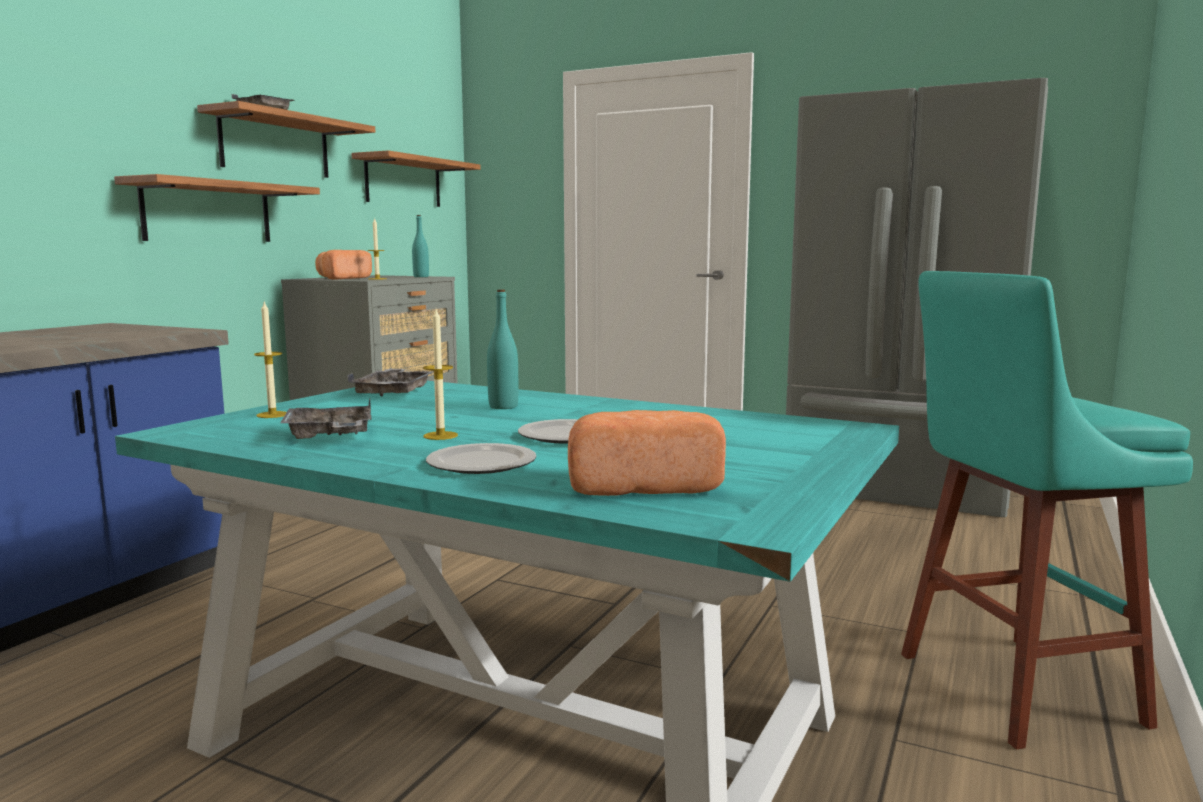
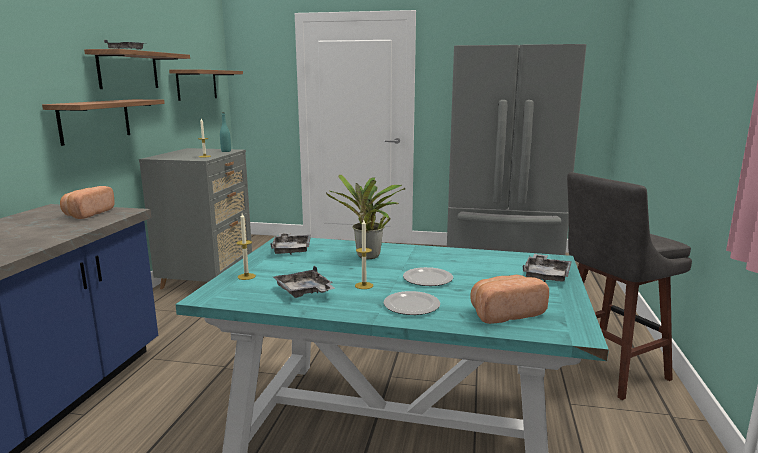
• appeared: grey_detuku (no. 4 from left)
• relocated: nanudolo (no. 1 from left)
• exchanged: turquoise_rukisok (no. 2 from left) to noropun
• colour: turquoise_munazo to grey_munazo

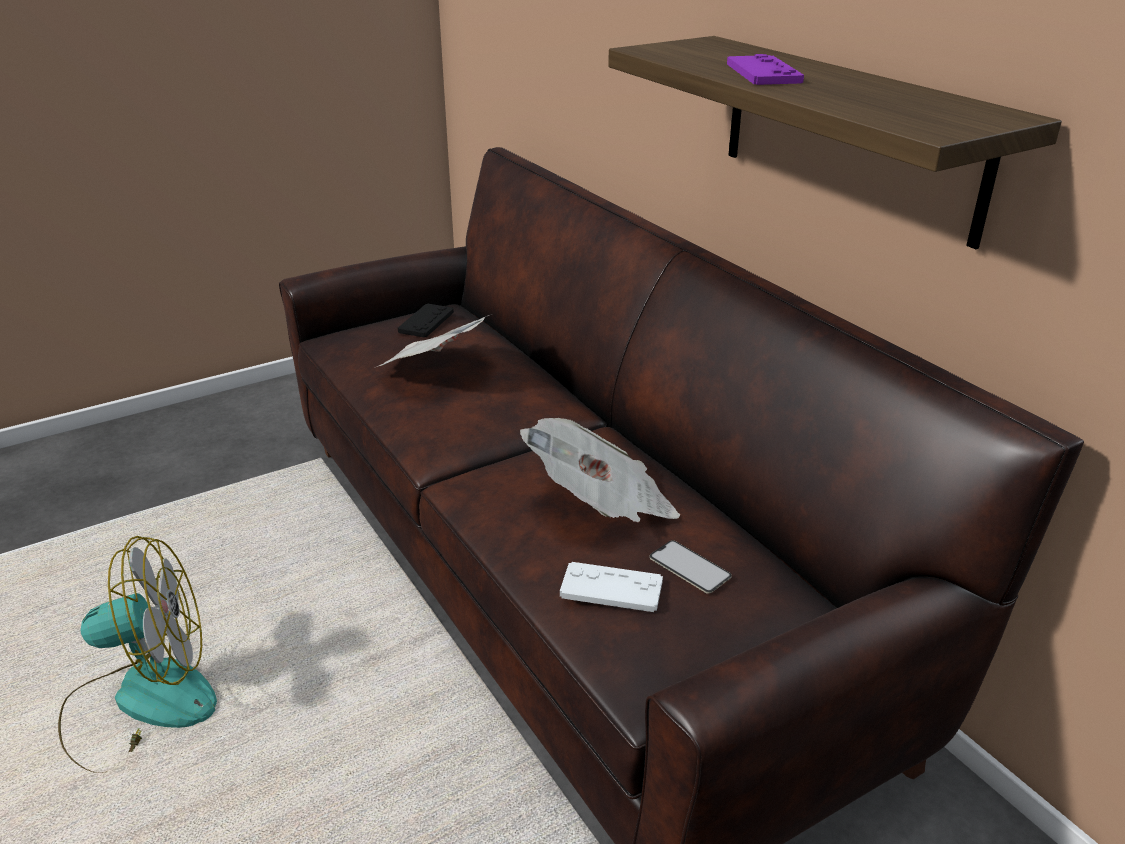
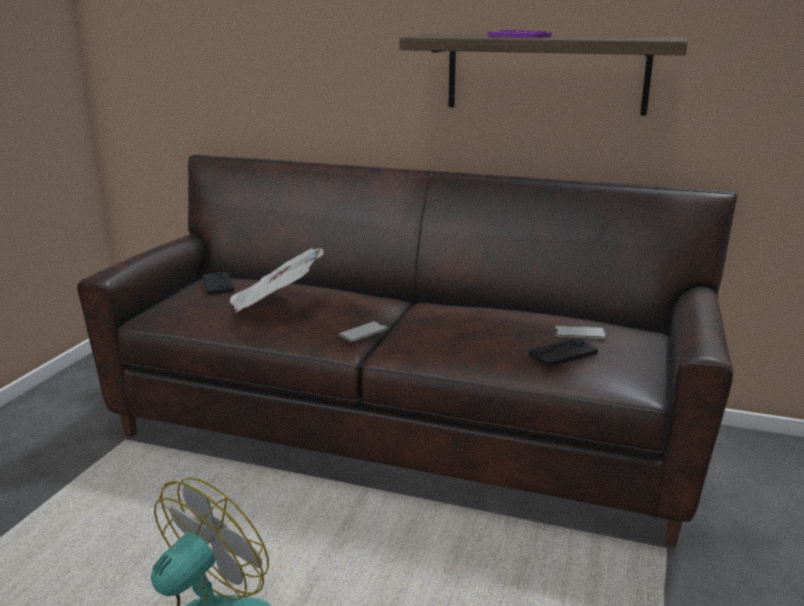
• missing: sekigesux (no. 2 from left)
• appeared: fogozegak (no. 1 from left)
• colour: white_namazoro to black_namazoro (no. 2 from left)

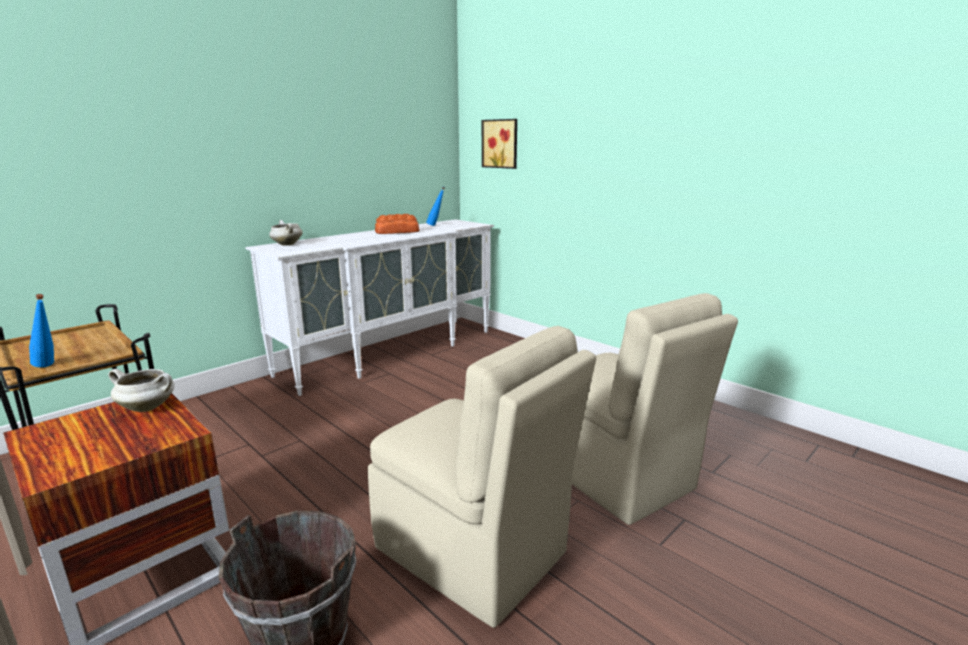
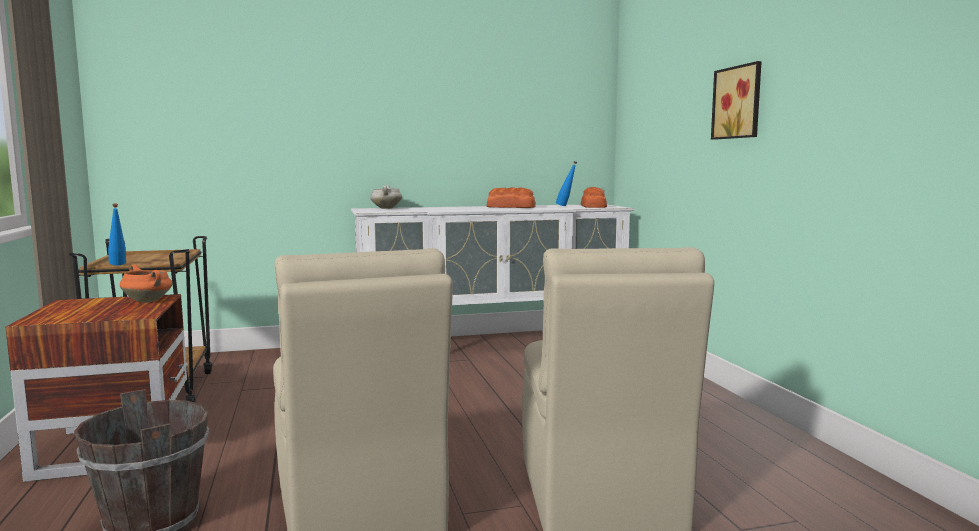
• appeared: nanudolo (no. 2 from left)
• relocated: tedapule
• colour: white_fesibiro (no. 1 from left) to orange_fesibiro

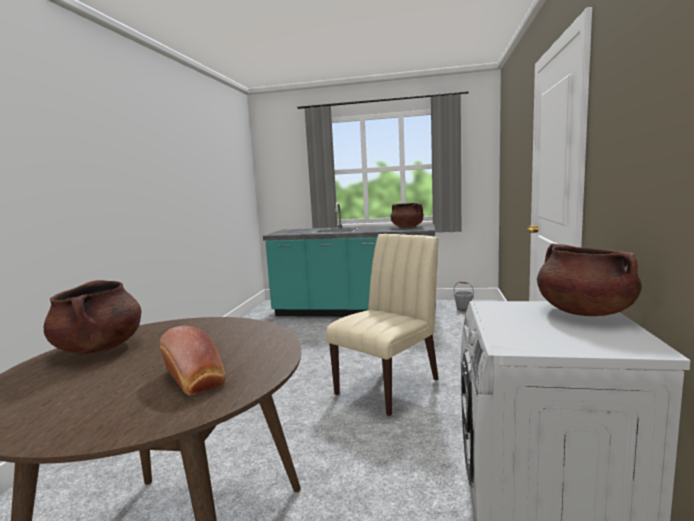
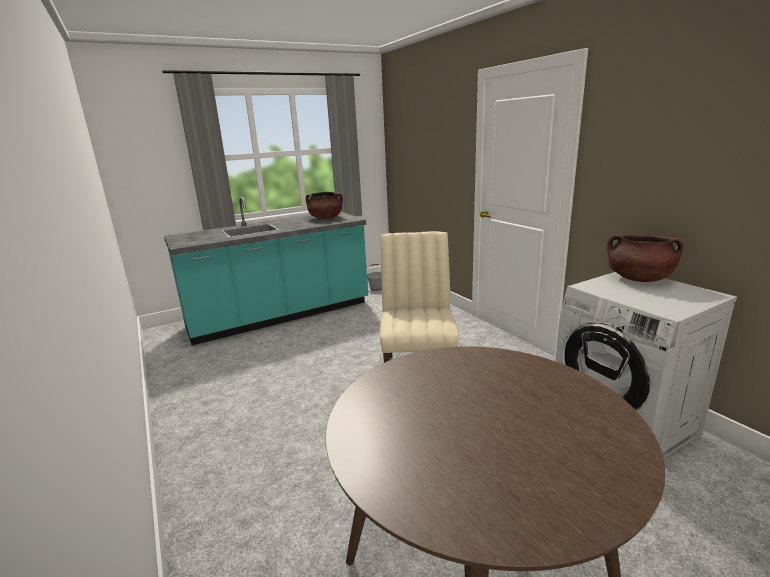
• missing: brown_fesibiro (no. 1 from left)
• missing: nanudolo

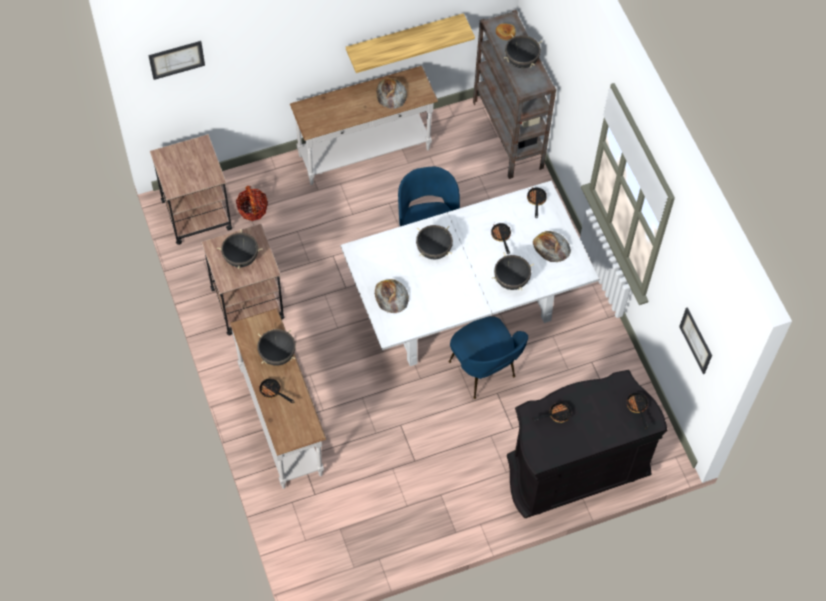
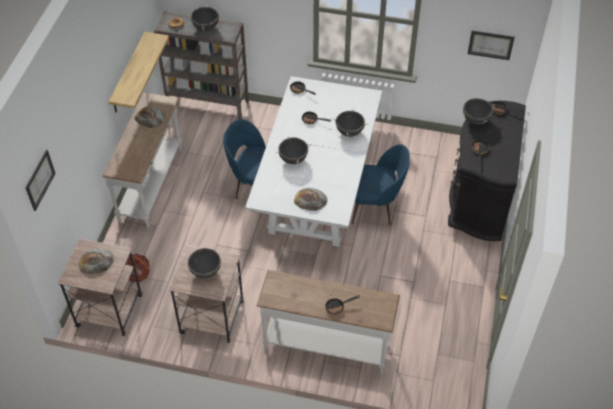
• relocated: black_fesibiro (no. 2 from left in the first image) to black_fesibiro (no. 5 from left)
• relocated: nanudolo (no. 4 from left in the first image) to nanudolo (no. 1 from left)

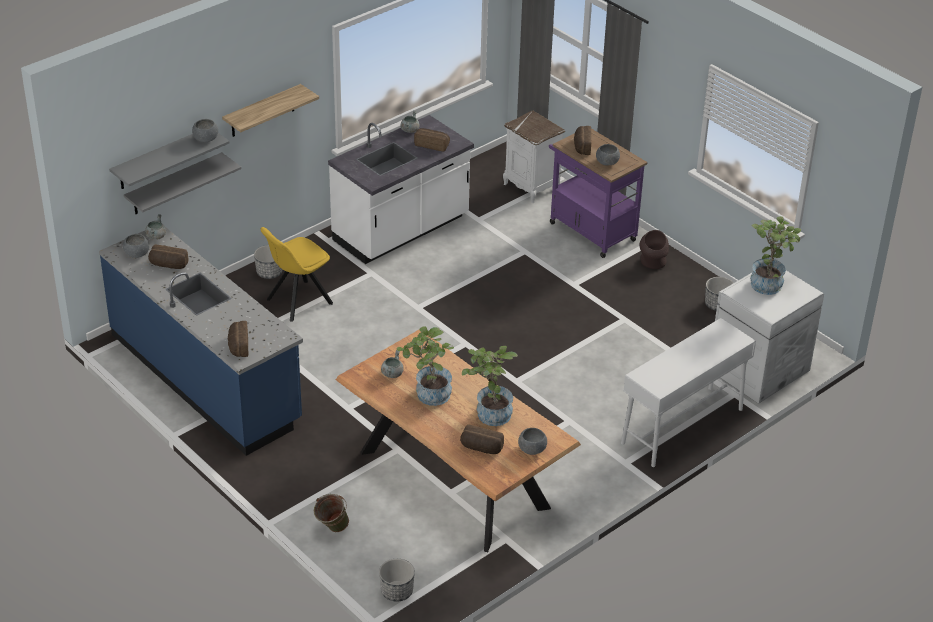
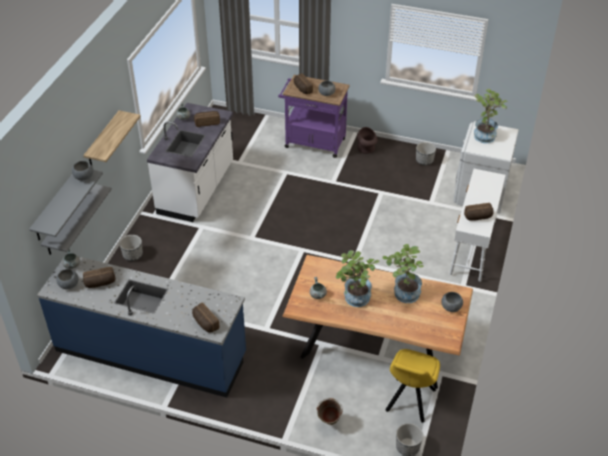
• missing: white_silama
• relocated: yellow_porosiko
• relocated: nanudolo (no. 4 from left in the first image) to nanudolo (no. 5 from left)

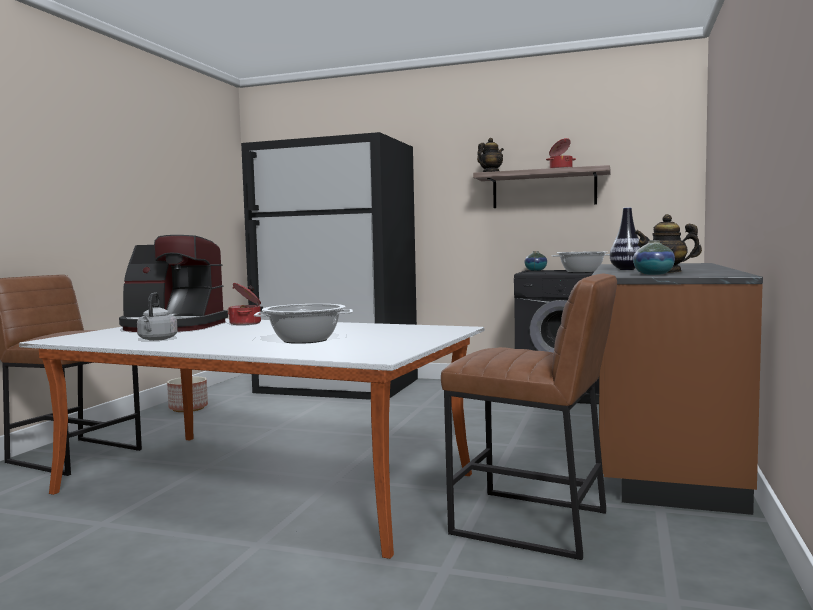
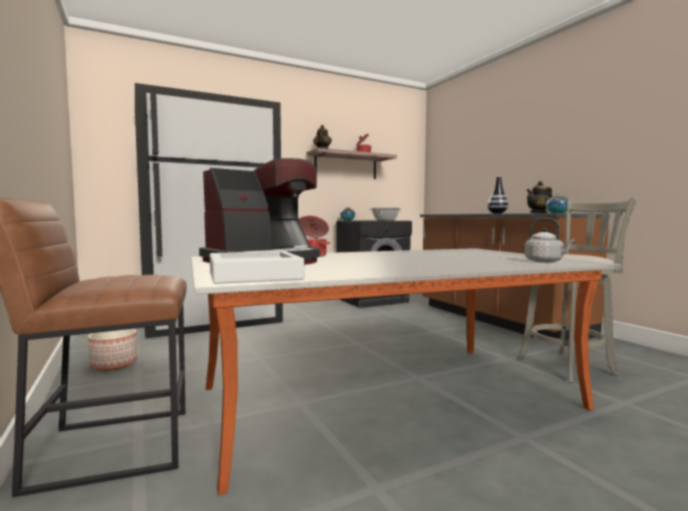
• missing: fesibiro (no. 2 from left)
• appeared: grey_detuku
• relocated: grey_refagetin
• exchanged: brown_porosiko (no. 2 from left) to grey_munazo

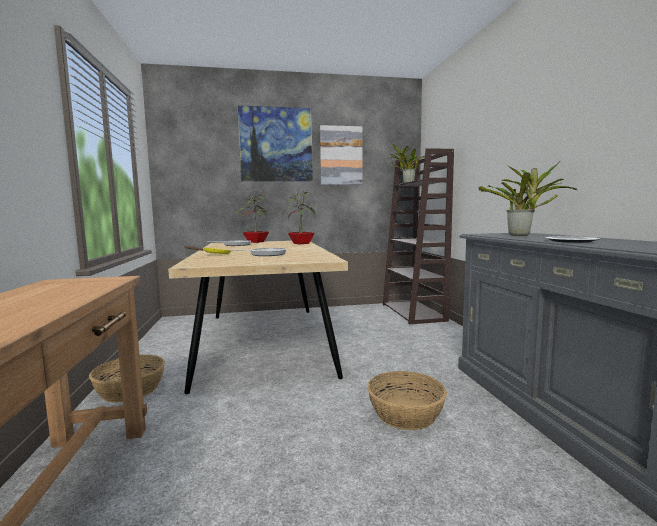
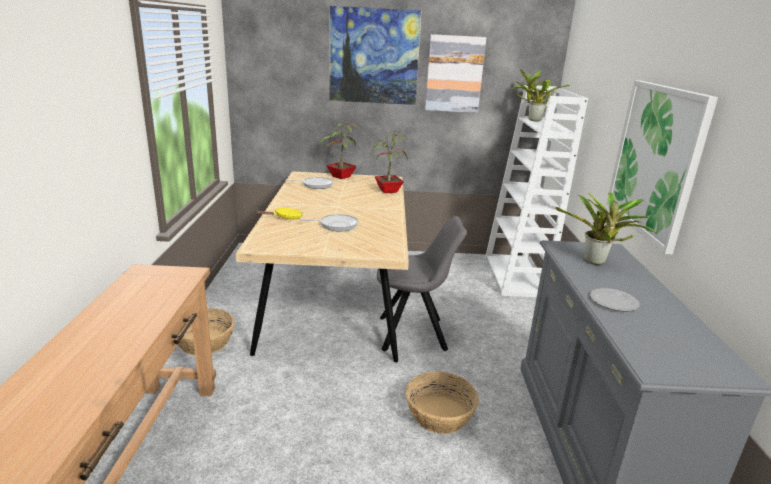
• appeared: grey_porosiko
• appeared: tedapule (no. 3 from left)
• colour: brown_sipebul to white_sipebul

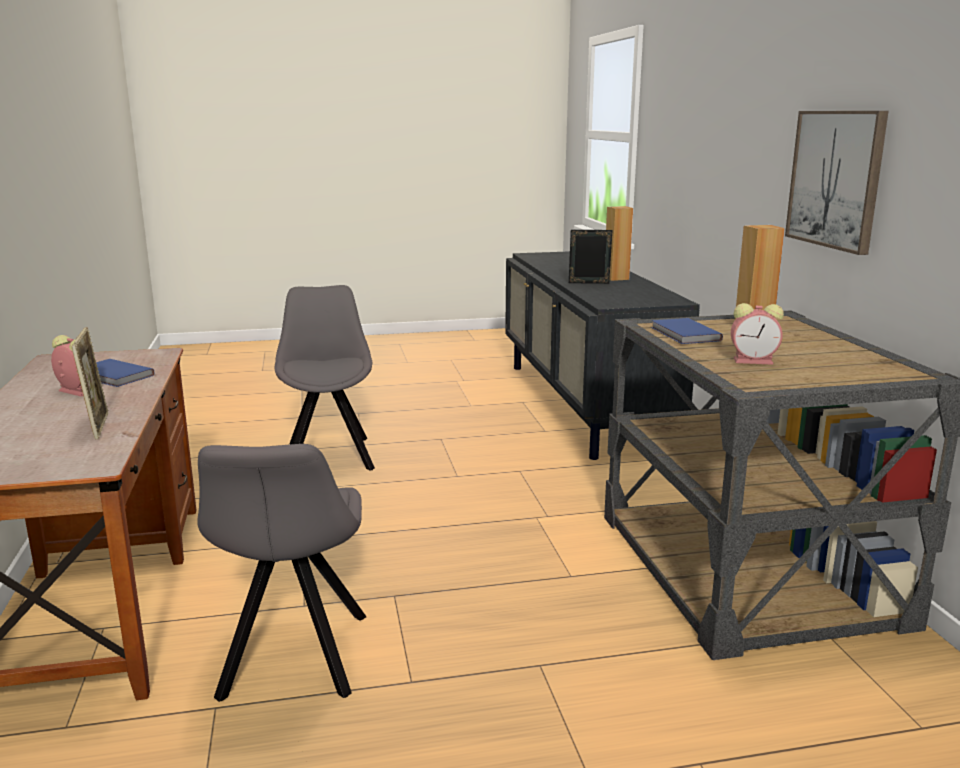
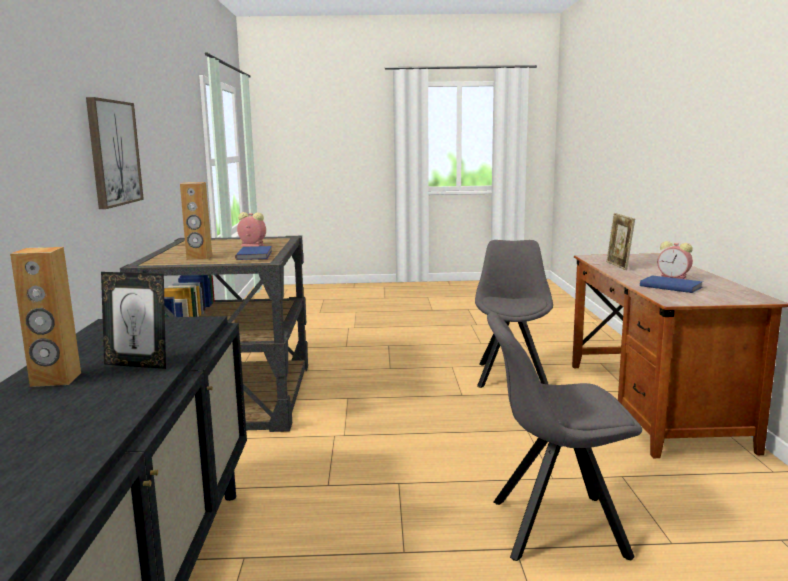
• spun: grey_porosiko (no. 2 from left) 90 degrees clockwise

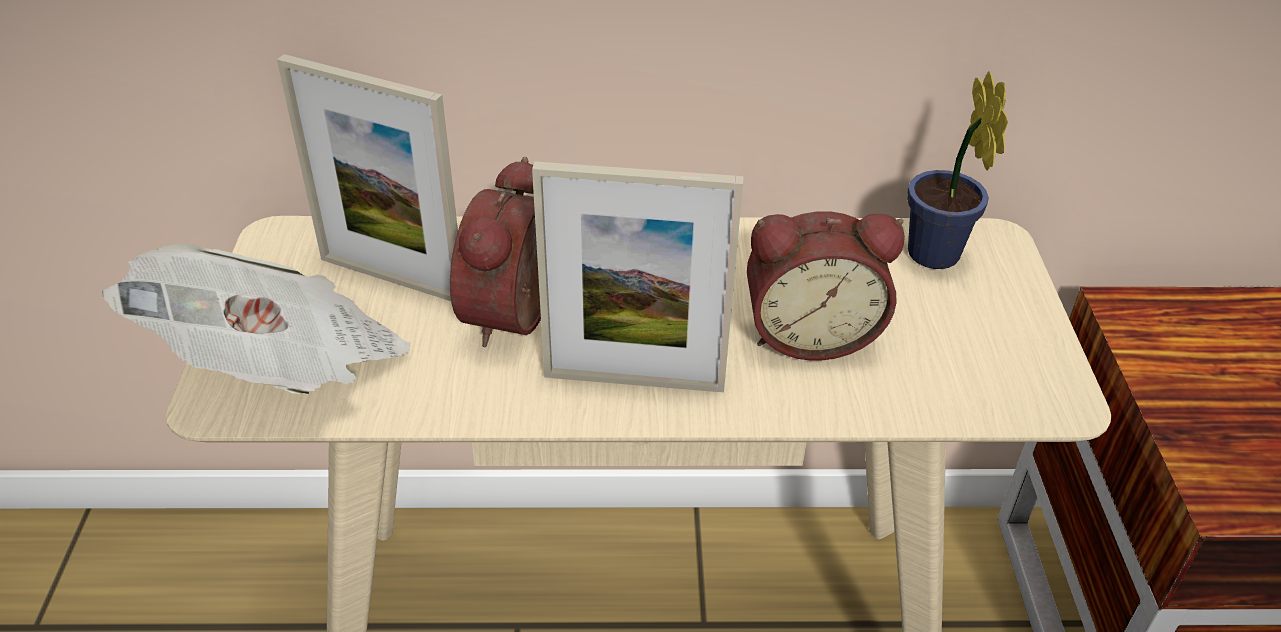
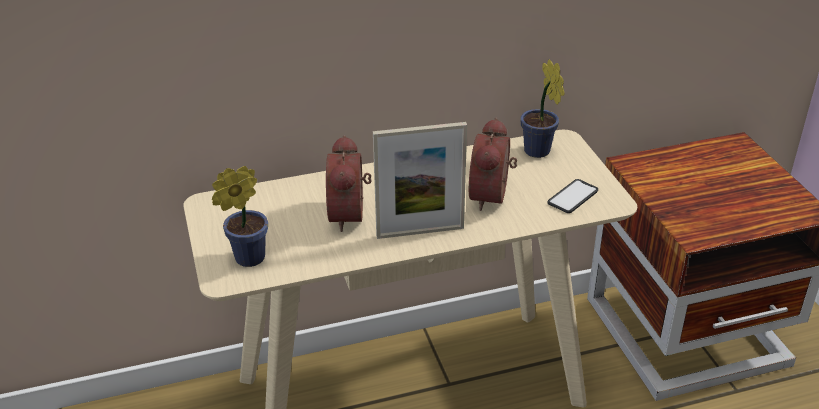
• missing: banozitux (no. 1 from left)
• appeared: fogozegak
• exchanged: sekigesux to noropun (no. 1 from left)
• spun: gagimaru (no. 2 from left) 120 degrees clockwise

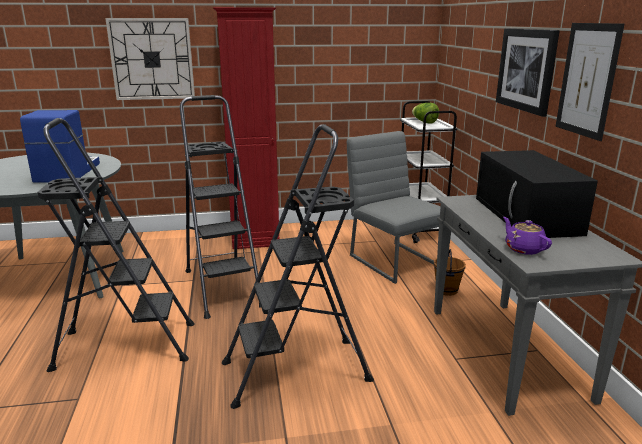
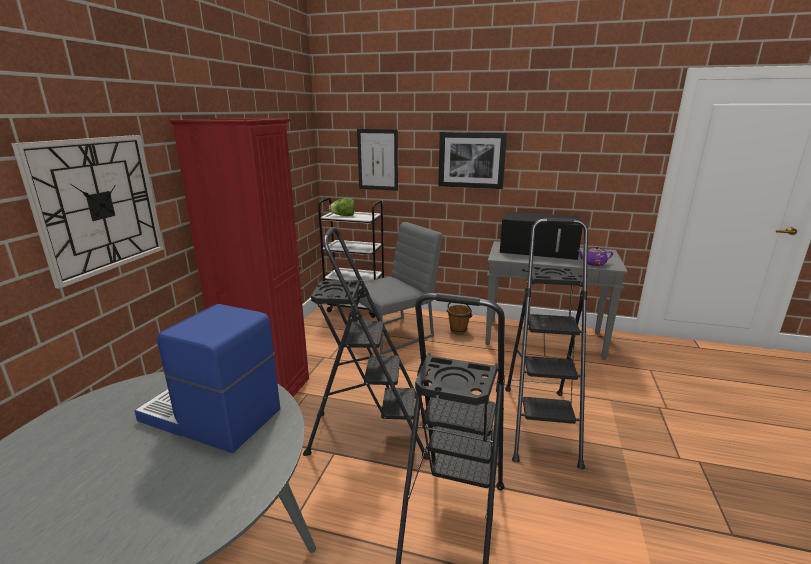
• relocated: tedapule (no. 2 from left in the first image) to tedapule (no. 1 from left)
• spun: grey_porosiko 150 degrees clockwise

